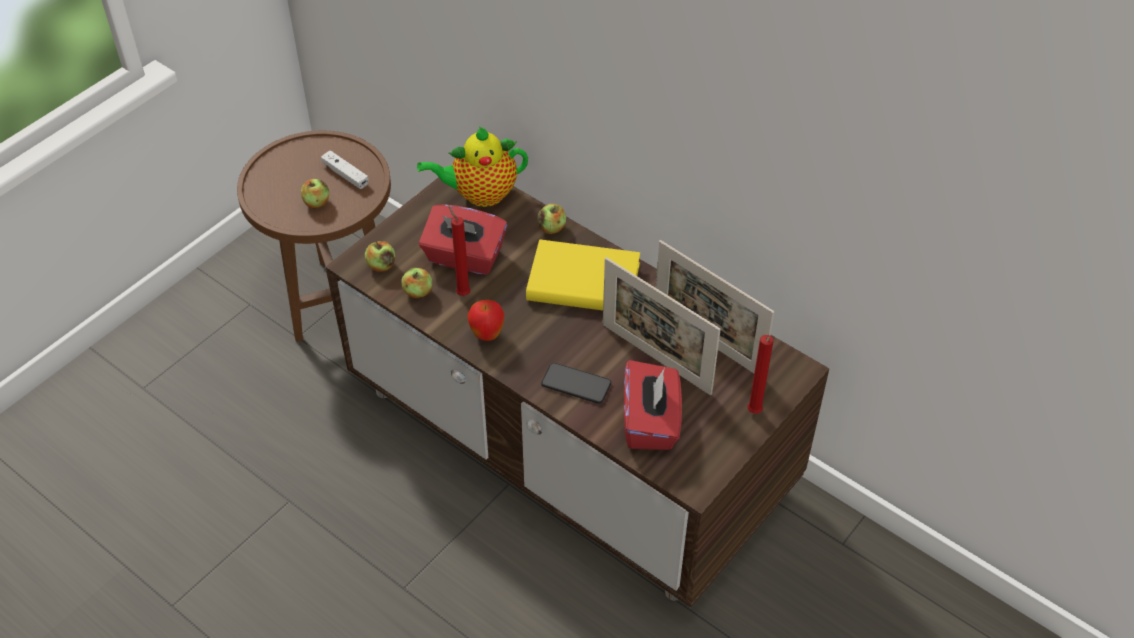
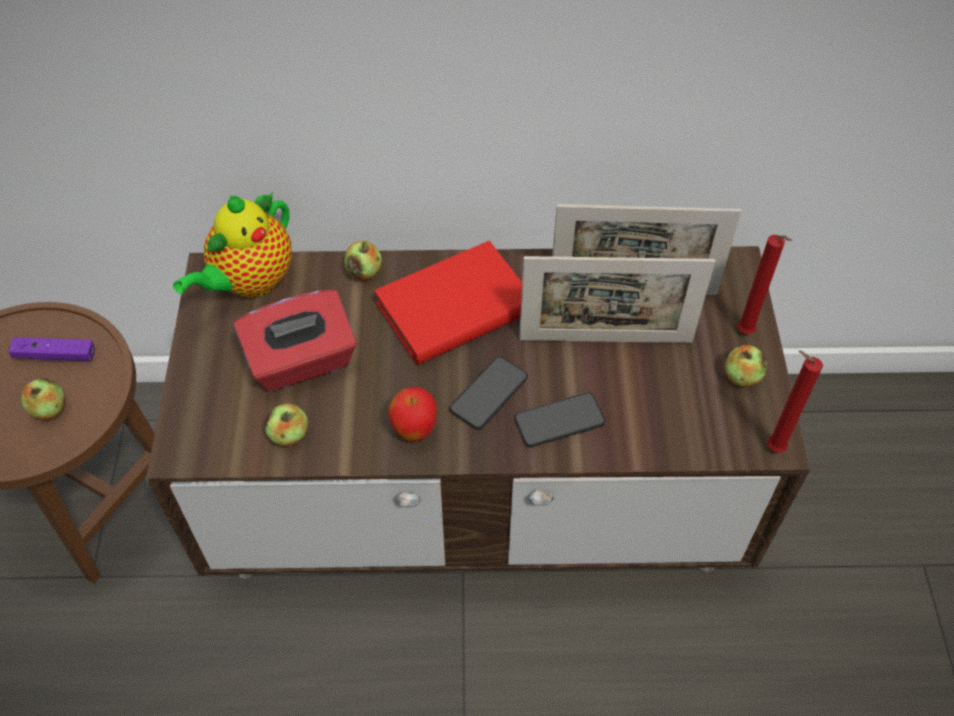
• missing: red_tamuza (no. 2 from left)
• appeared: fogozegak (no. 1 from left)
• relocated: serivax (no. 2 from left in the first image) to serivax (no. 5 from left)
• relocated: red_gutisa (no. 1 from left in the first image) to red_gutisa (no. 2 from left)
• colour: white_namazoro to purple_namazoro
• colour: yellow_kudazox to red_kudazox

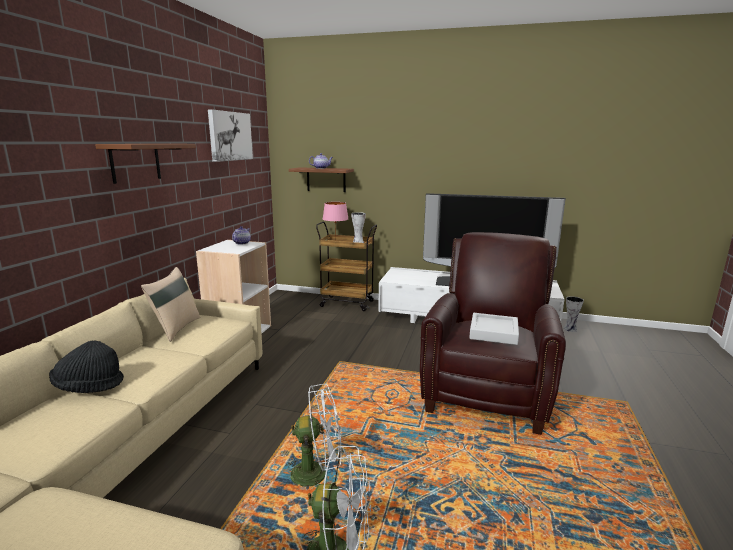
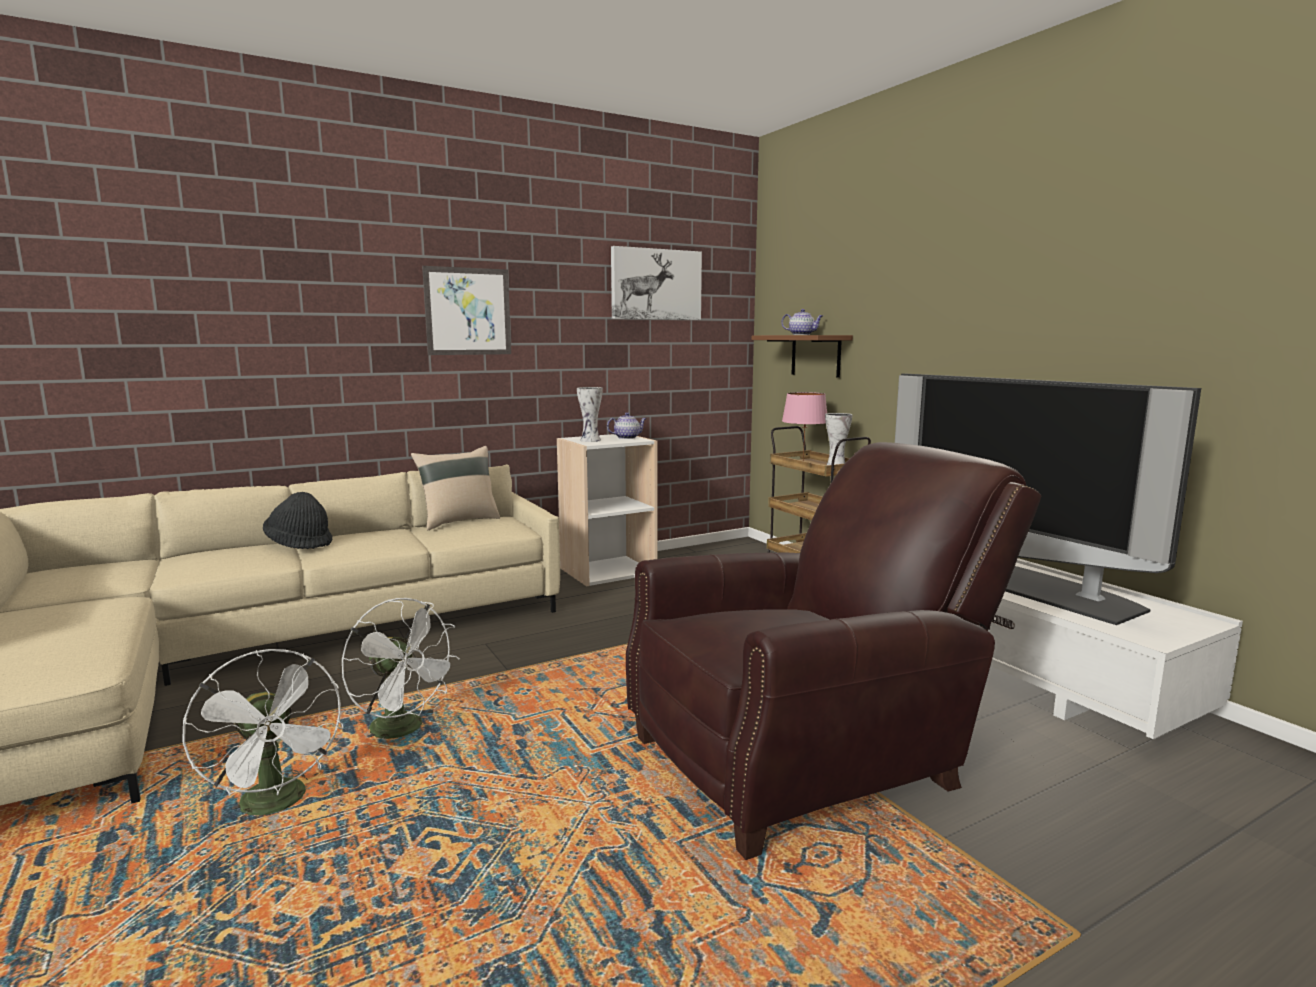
• missing: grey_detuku
• relocated: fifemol (no. 2 from left in the first image) to fifemol (no. 1 from left)
• exchanged: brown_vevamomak (no. 1 from left) to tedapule (no. 1 from left)

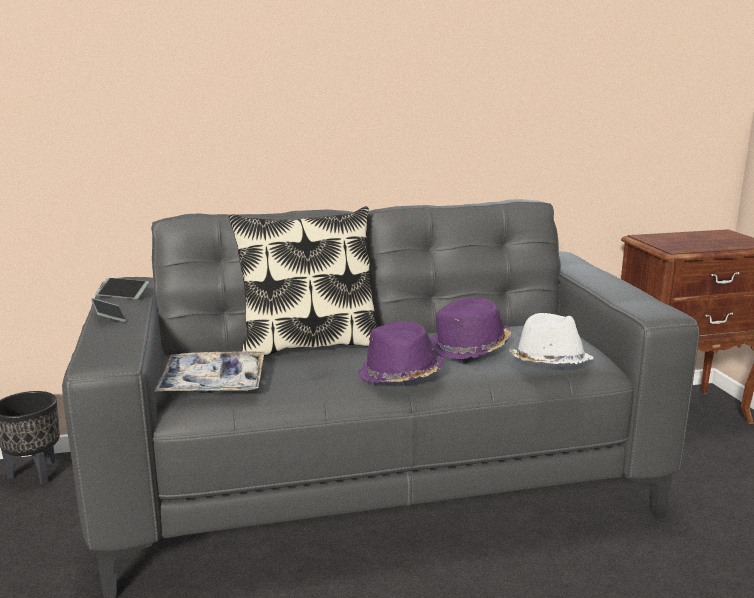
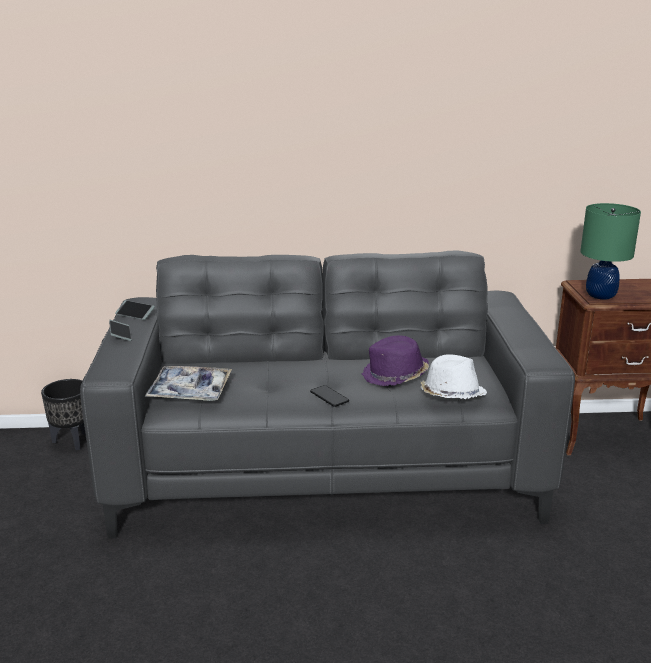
• missing: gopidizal
• appeared: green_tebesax
• exchanged: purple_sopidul (no. 1 from left) to fogozegak (no. 3 from left)

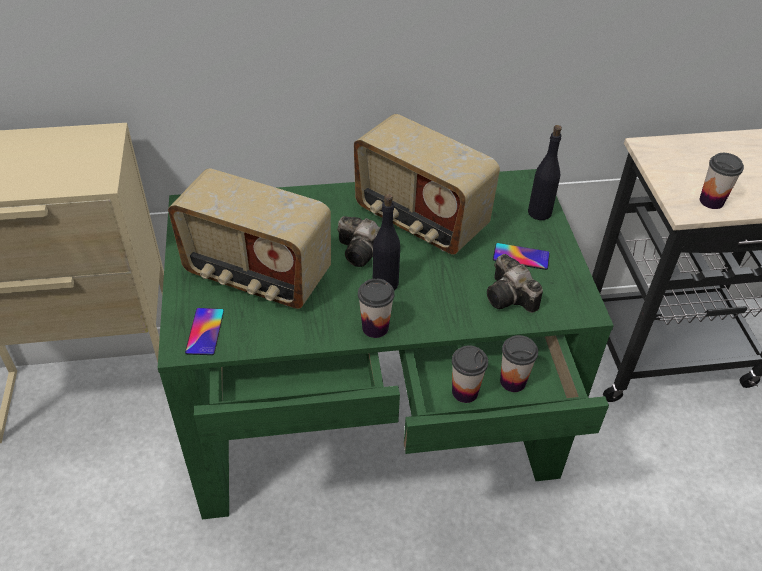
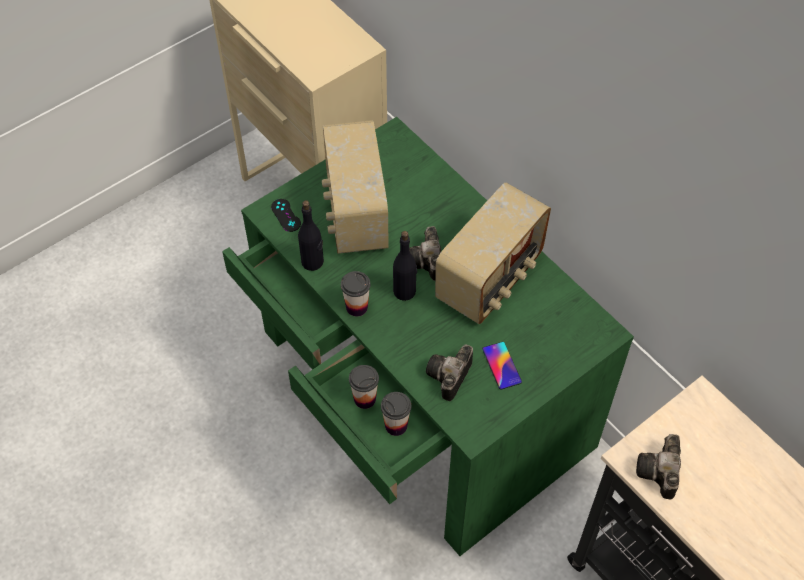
• relocated: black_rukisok (no. 2 from left in the first image) to black_rukisok (no. 1 from left)
• exchanged: fogozegak (no. 1 from left) to black_namazoro
• exchanged: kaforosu (no. 4 from left) to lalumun (no. 3 from left)
• spun: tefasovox (no. 2 from left) 150 degrees counterclockwise

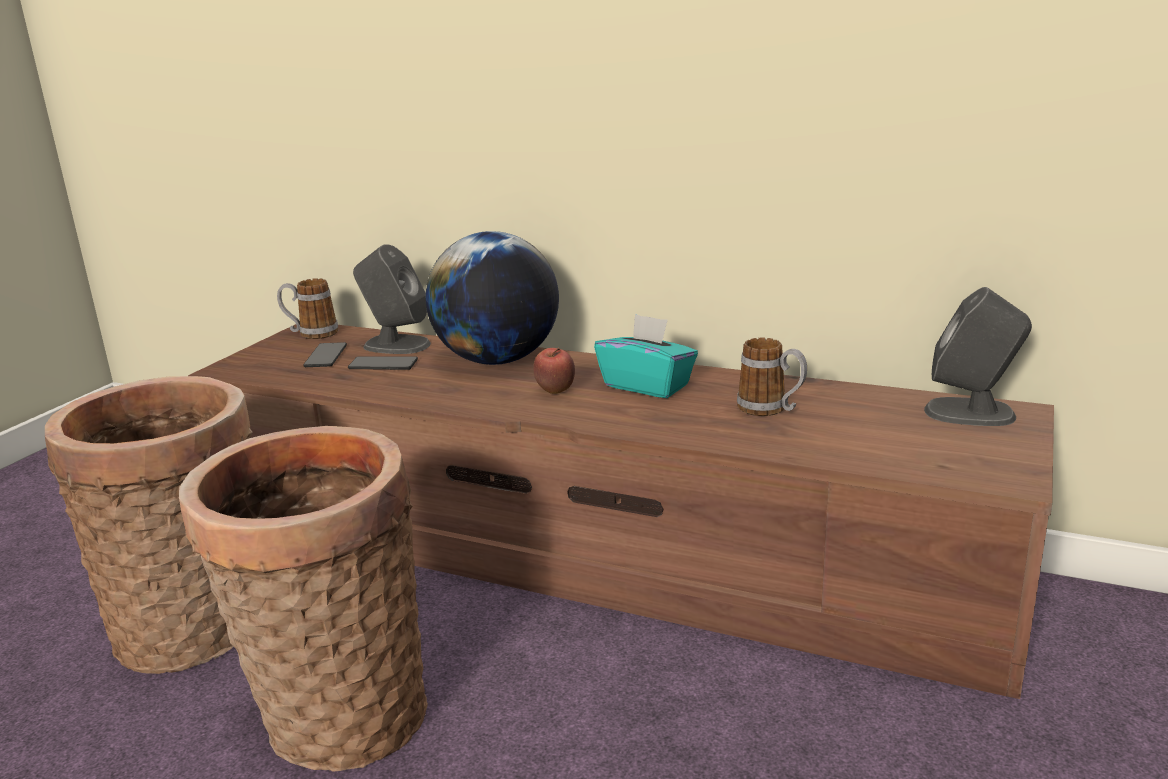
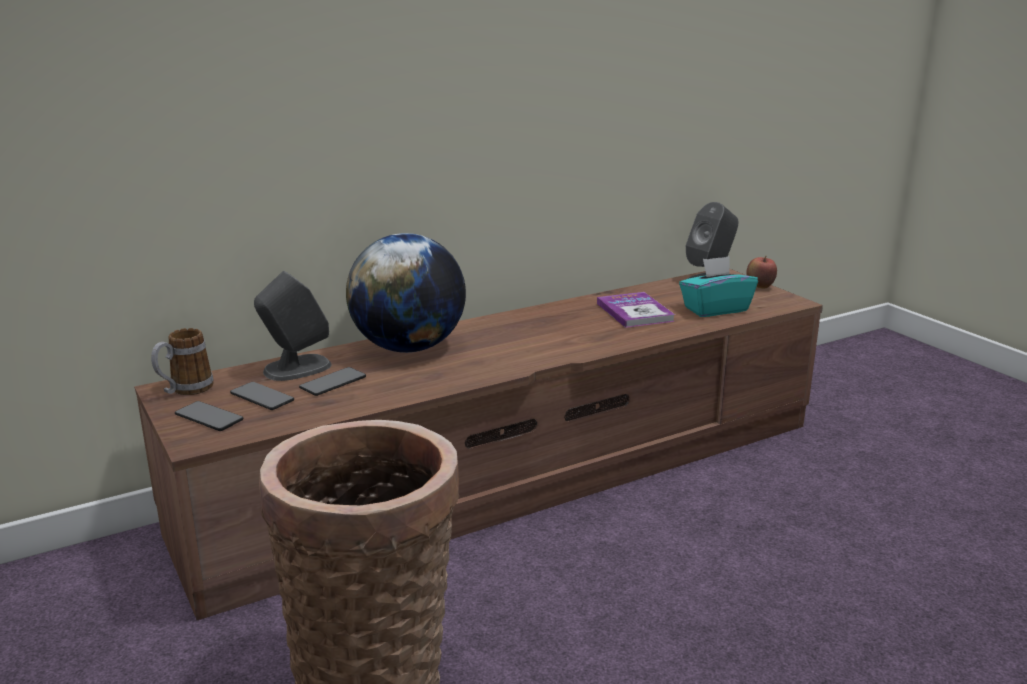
• missing: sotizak (no. 2 from left)
• appeared: fogozegak (no. 1 from left)
• relocated: serivax
• relocated: turquoise_tamuza
• exchanged: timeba (no. 2 from left) to kudazox

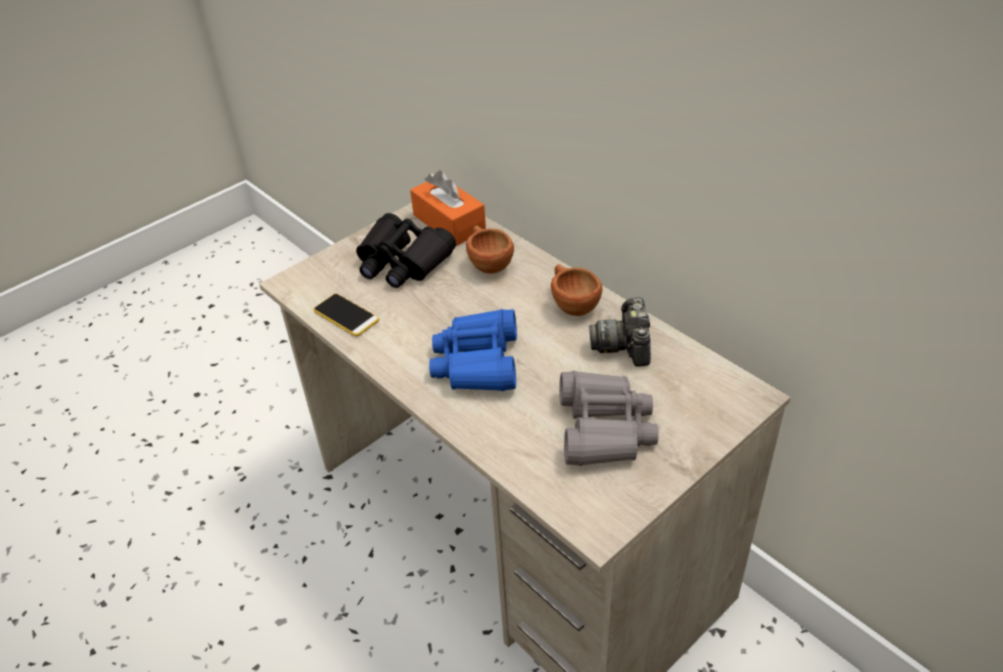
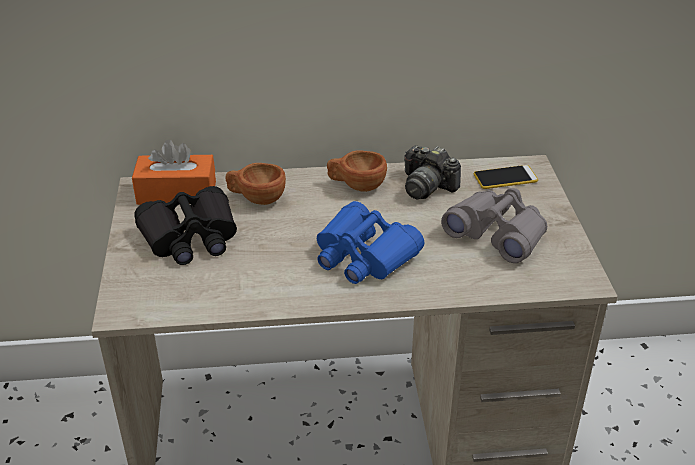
• relocated: fogozegak

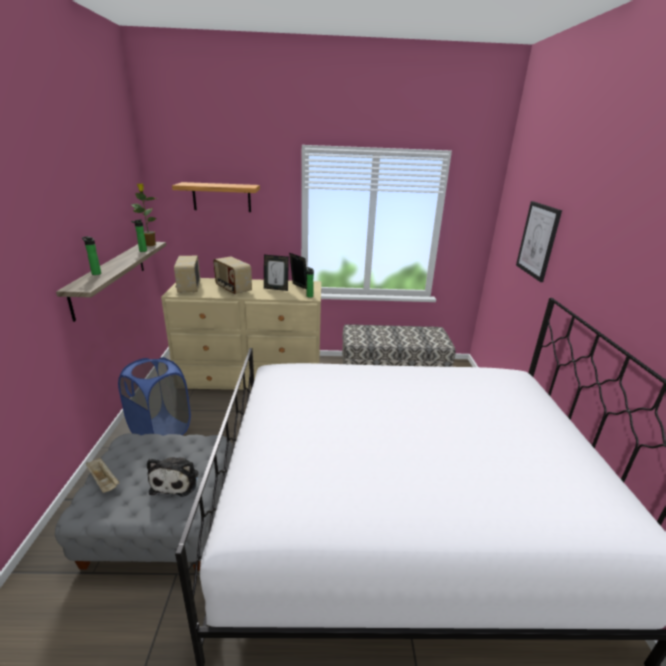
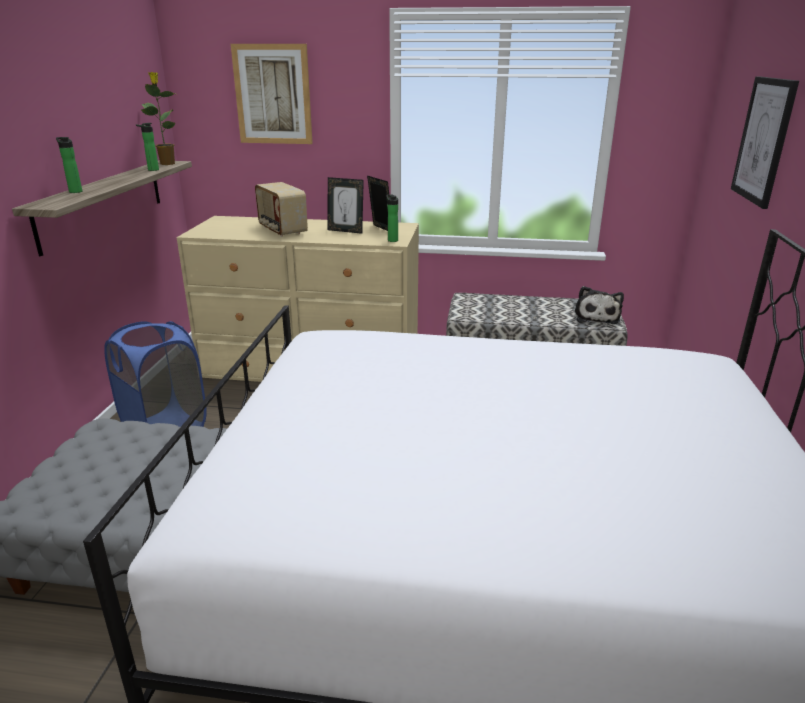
• missing: beige_detuku
• missing: tefasovox (no. 1 from left)
• relocated: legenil
• exchanged: vevamomak (no. 2 from left) to tedapule (no. 1 from left)

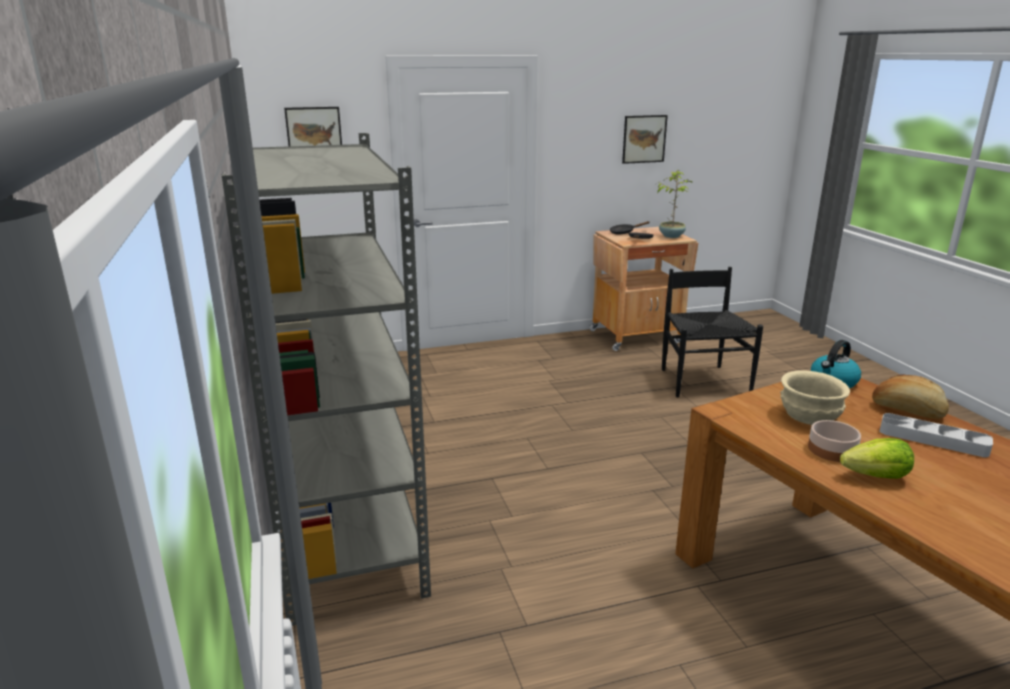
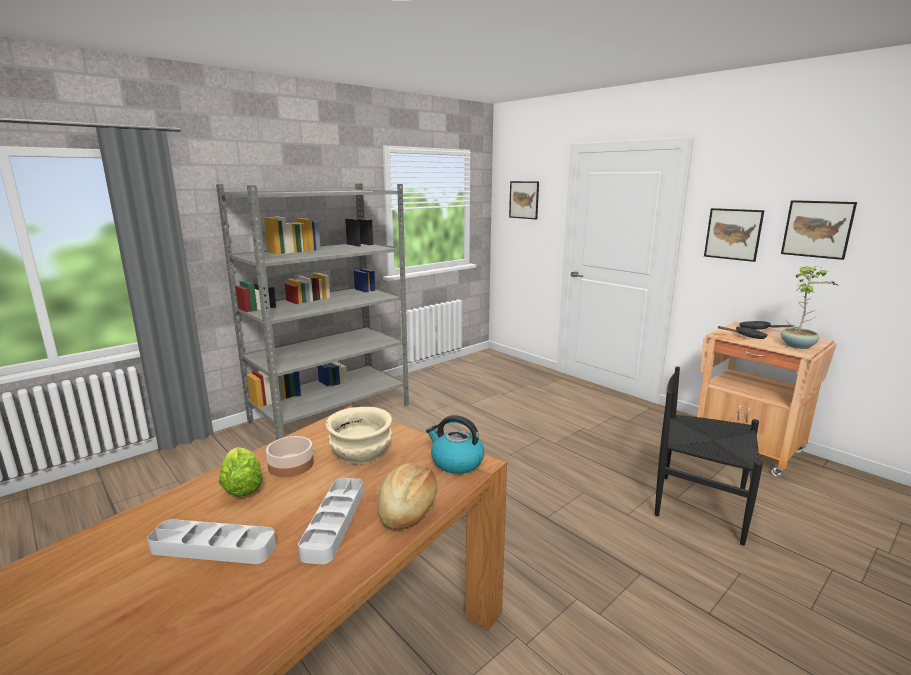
• appeared: grey_detuku (no. 1 from left)
• appeared: tedapule (no. 2 from left)
• spun: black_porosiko 120 degrees counterclockwise

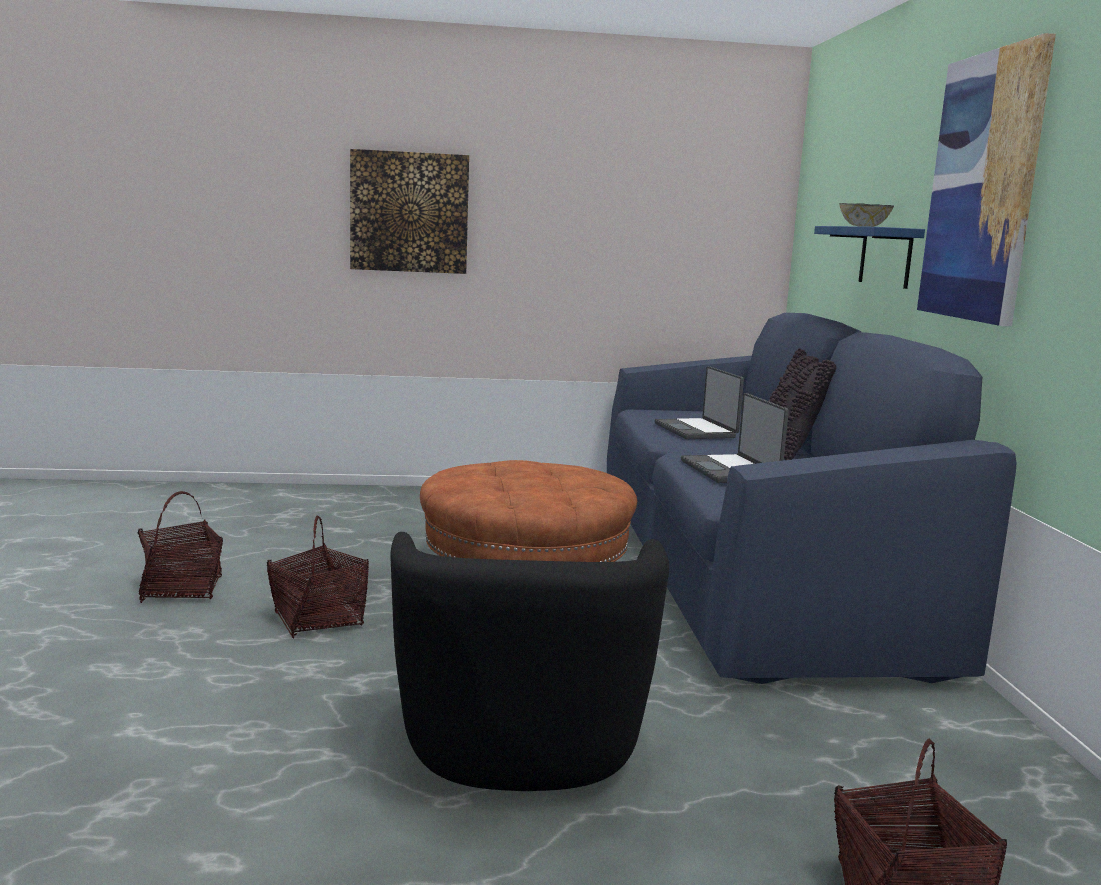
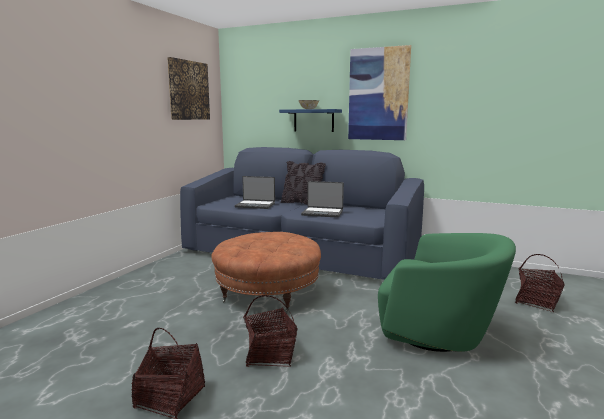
• relocated: tedapule (no. 1 from left)
• colour: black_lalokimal to green_lalokimal

